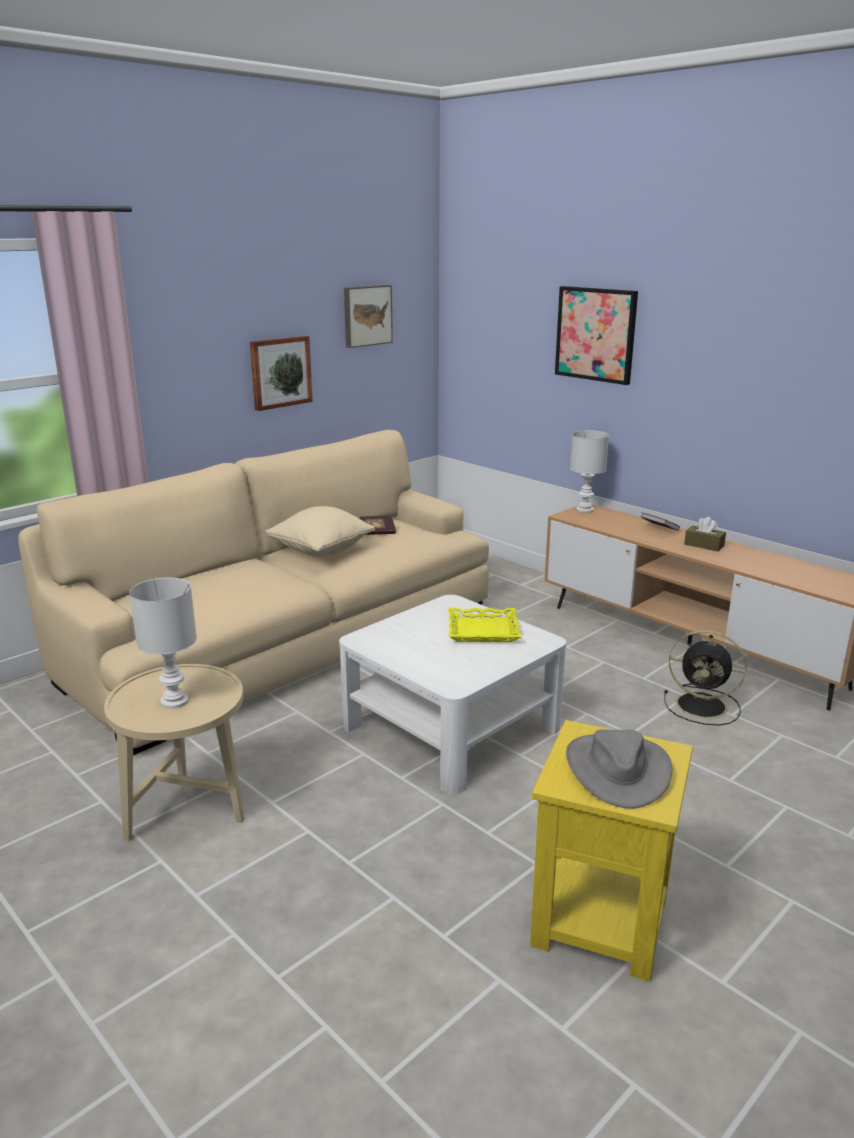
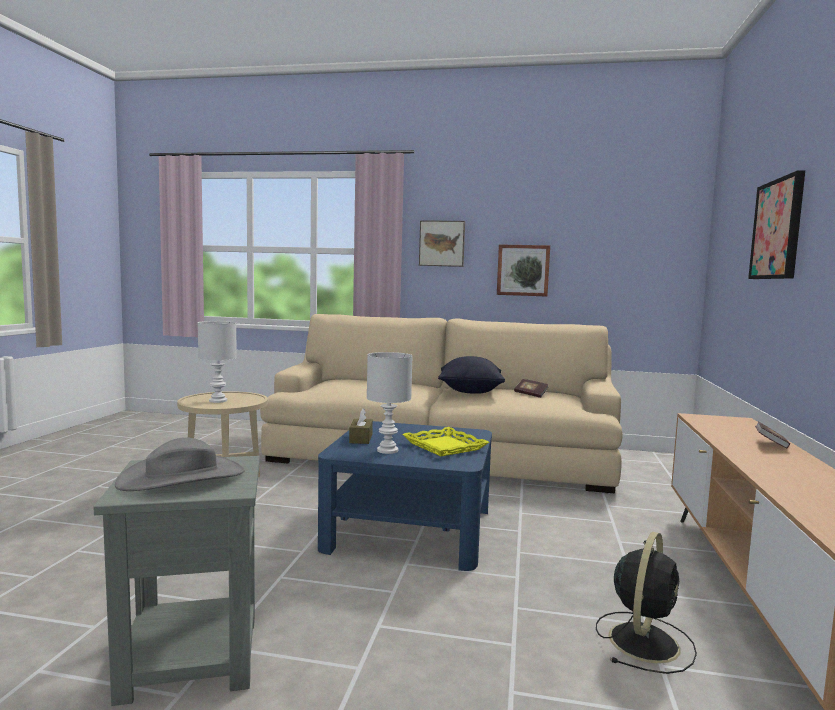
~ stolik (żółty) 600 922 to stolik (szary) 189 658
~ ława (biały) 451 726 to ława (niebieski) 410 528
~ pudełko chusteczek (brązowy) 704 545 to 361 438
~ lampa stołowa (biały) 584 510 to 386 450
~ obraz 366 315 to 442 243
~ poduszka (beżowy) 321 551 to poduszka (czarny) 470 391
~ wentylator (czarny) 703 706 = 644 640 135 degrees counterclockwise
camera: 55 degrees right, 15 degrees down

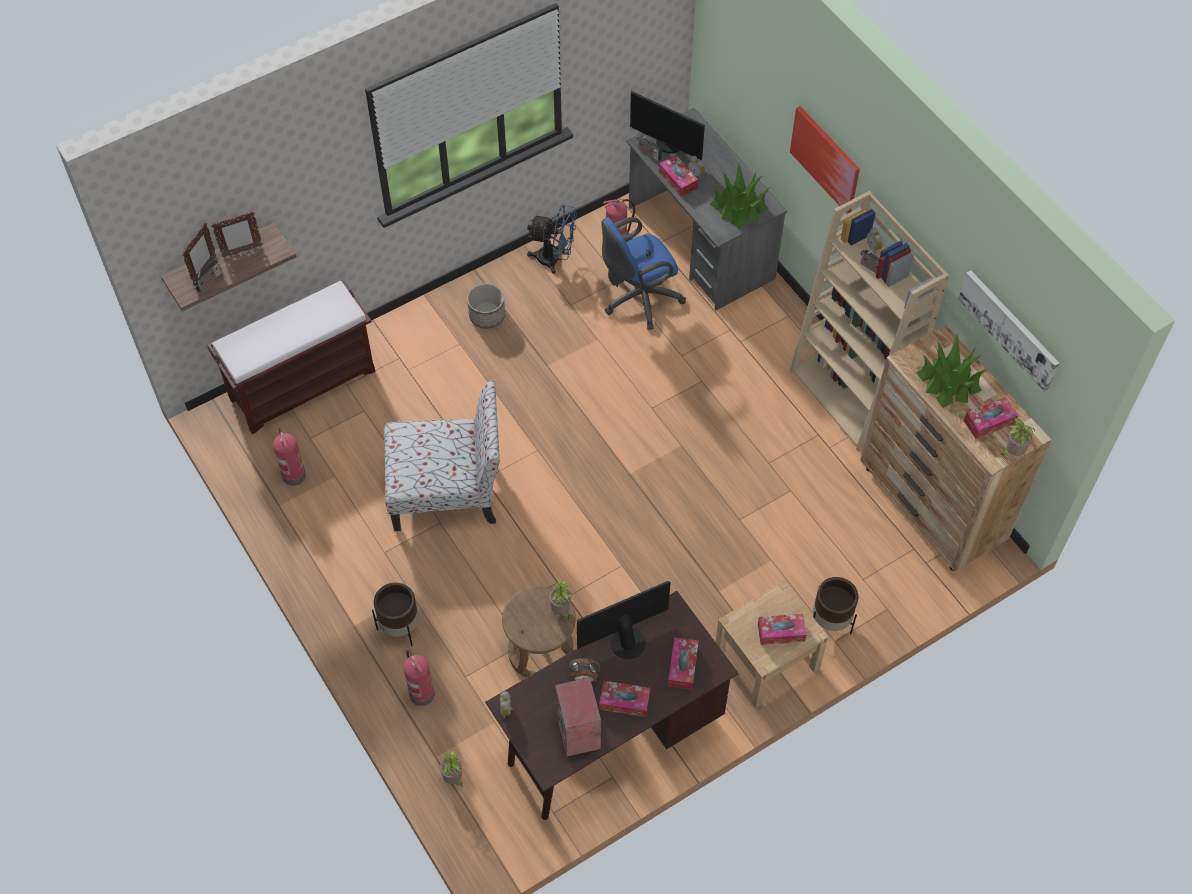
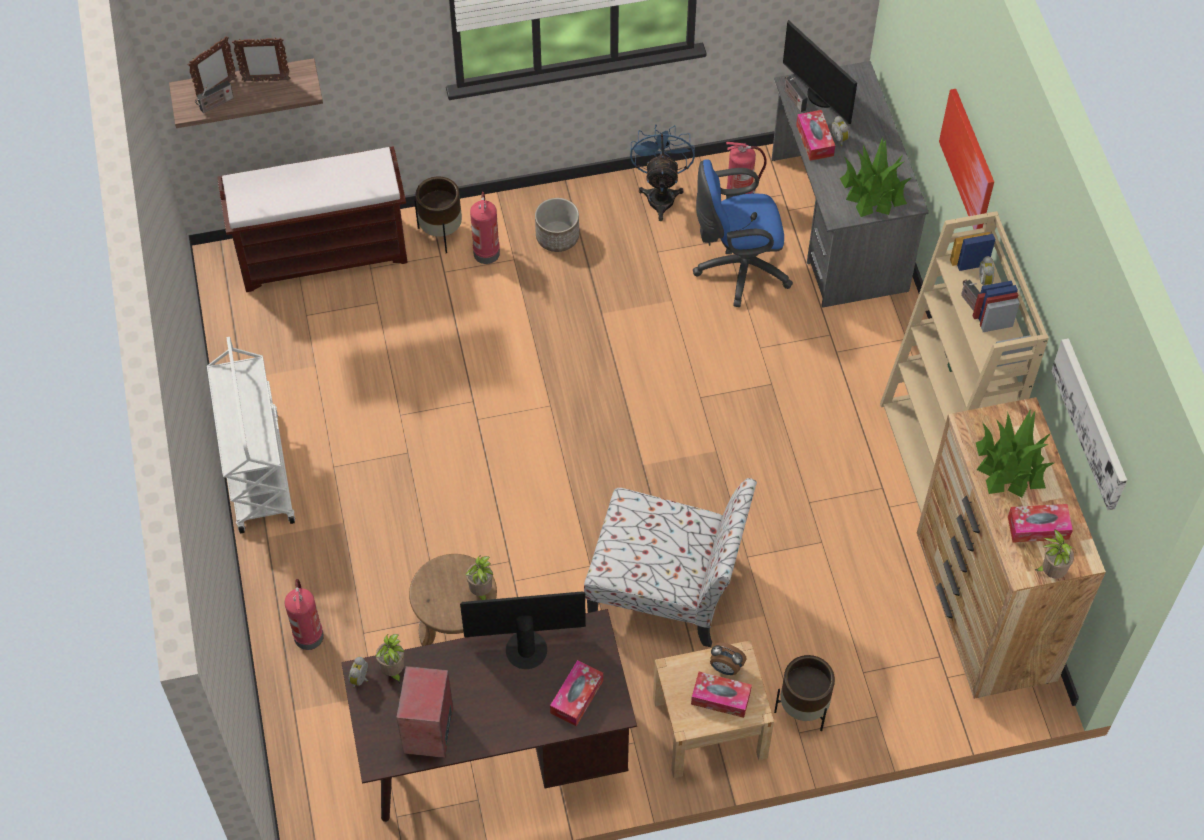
+ wózek (biały) 257 471
~ roślina doniczkowa 453 779 to 393 671
~ donica (brązowy) 400 627 to 441 233
~ gaśnica 293 474 to 486 252
~ krzesło 447 490 to 667 588
~ wentylator (niebieski) 554 259 = 661 194 120 degrees counterclockwise
~ budzik 584 678 to 725 668
- pudełko chusteczek 624 702
camera: 20 degrees right, 0 degrees up

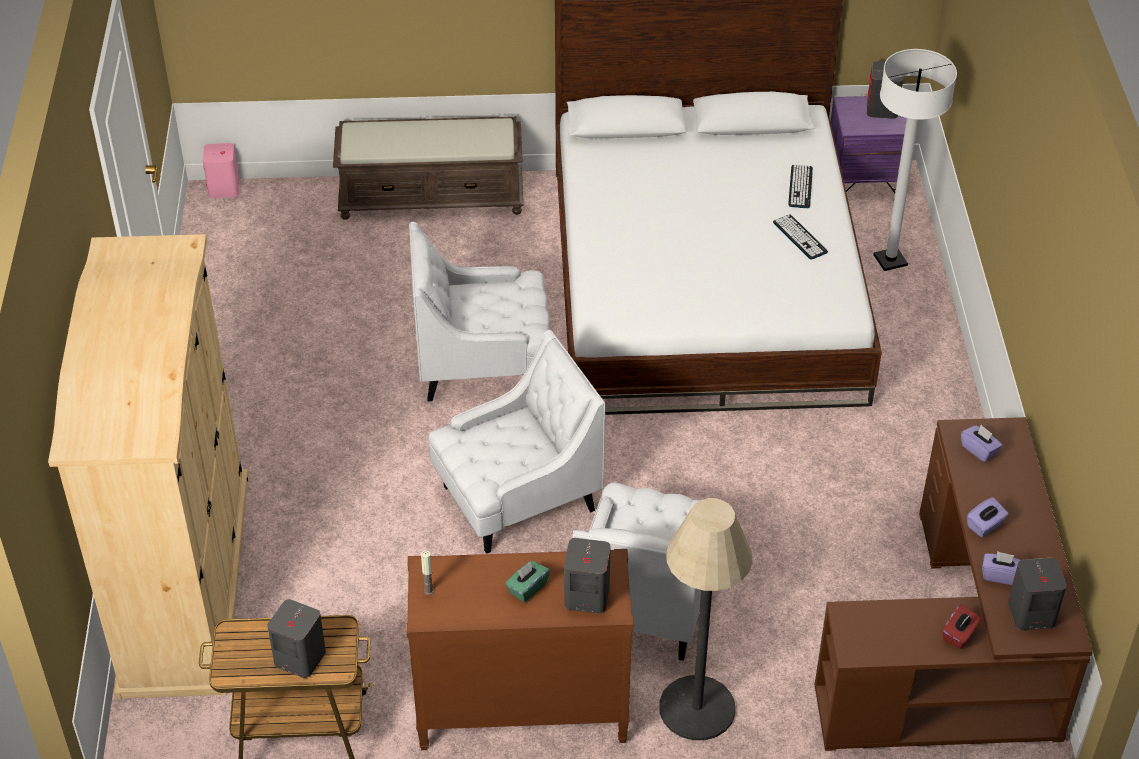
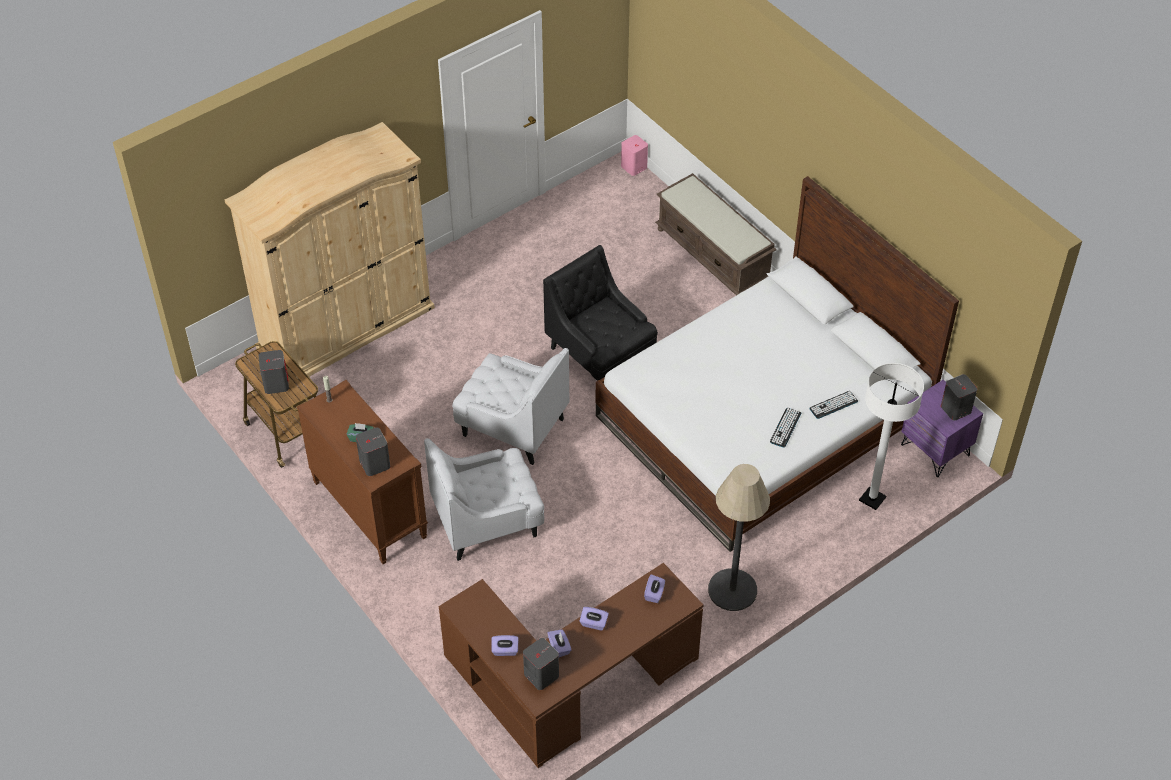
~ pudełko chusteczek (czerwony) 959 635 to pudełko chusteczek (fioletowy) 505 650
~ fotel (biały) 483 364 to fotel (czarny) 600 355
~ lampa stojąca 697 708 to 732 590
camera: 55 degrees right, 5 degrees up

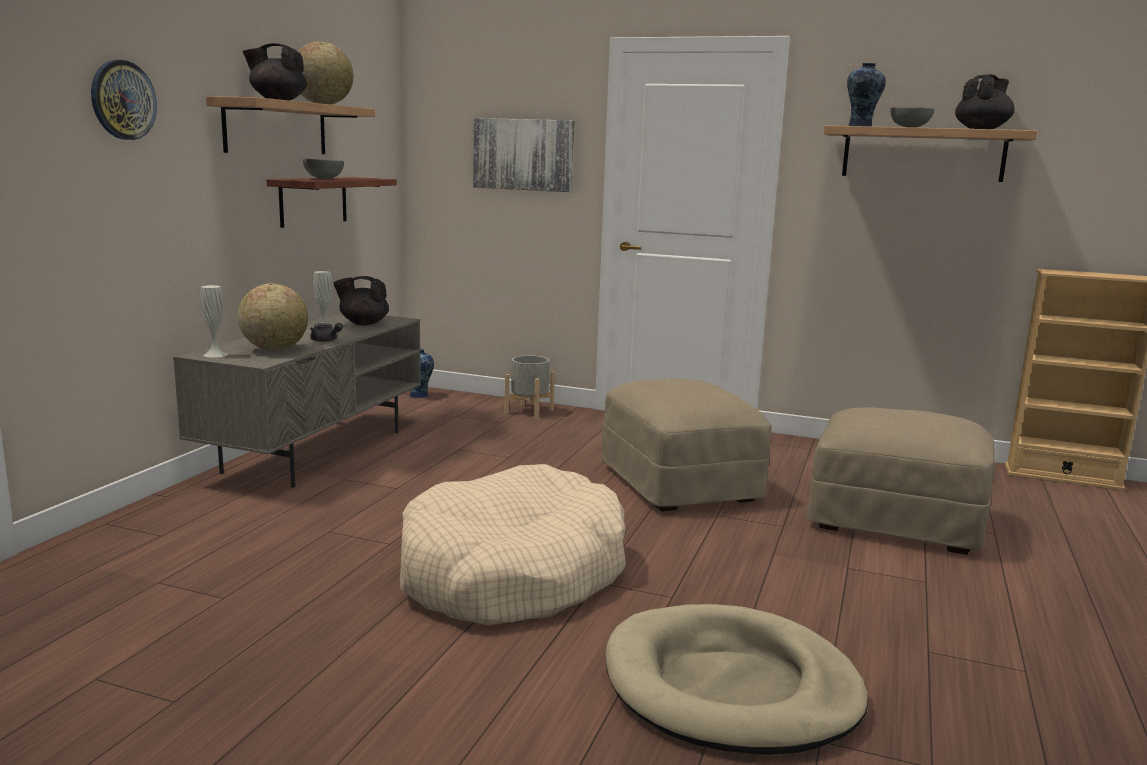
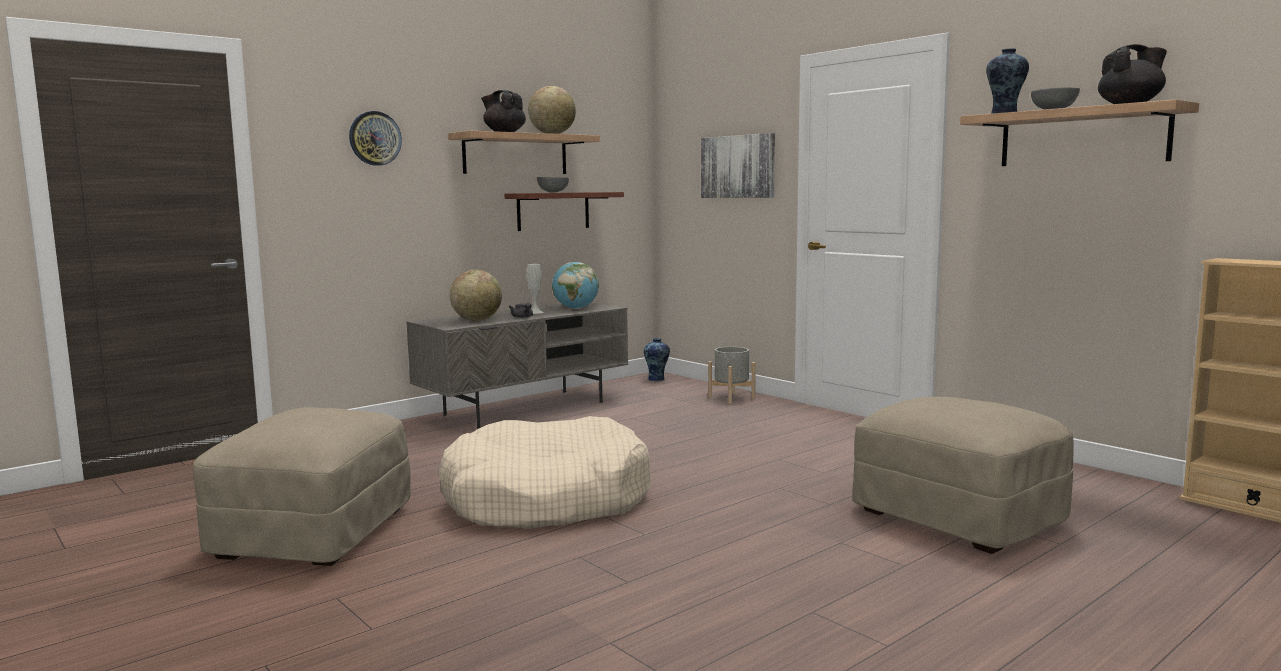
~ pufa (beżowy) 678 483 to 313 532
~ imbryk (czarny) 363 323 to globus 576 308
- wazon (biały) 215 354
- legowisko (beżowy) 731 687
camera: 30 degrees right, 5 degrees down

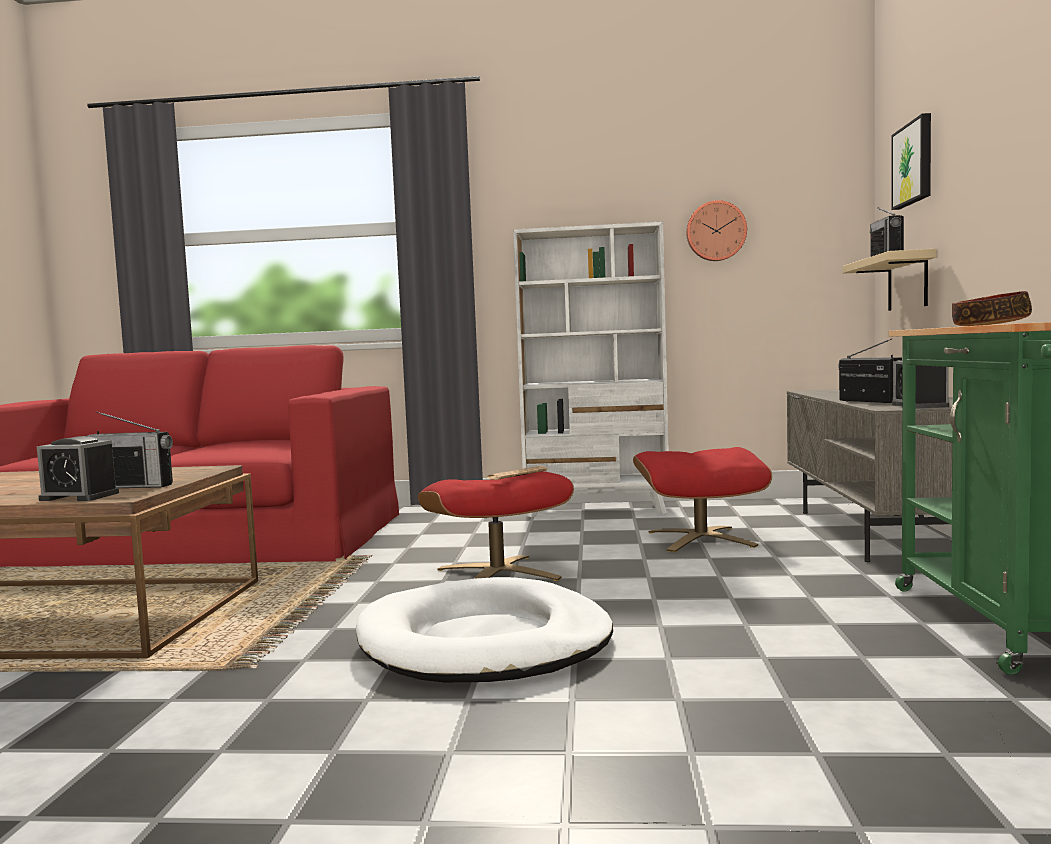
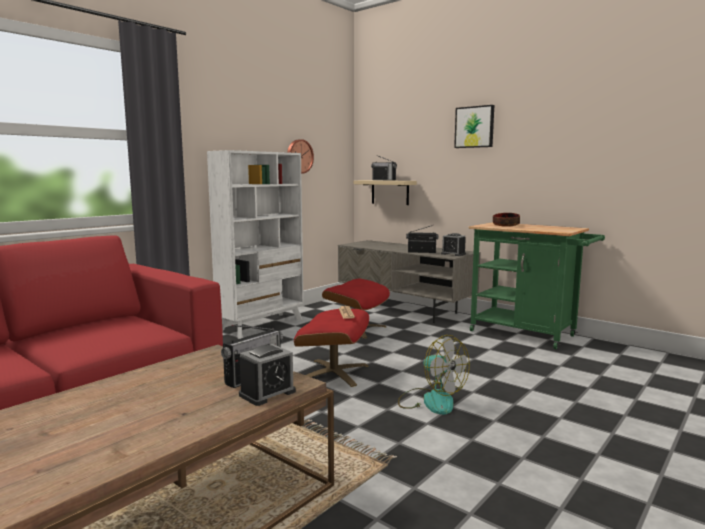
~ legowisko (biały) 485 642 to wentylator 431 400
~ obraz 914 163 to 474 127
camera: 55 degrees left, 5 degrees up

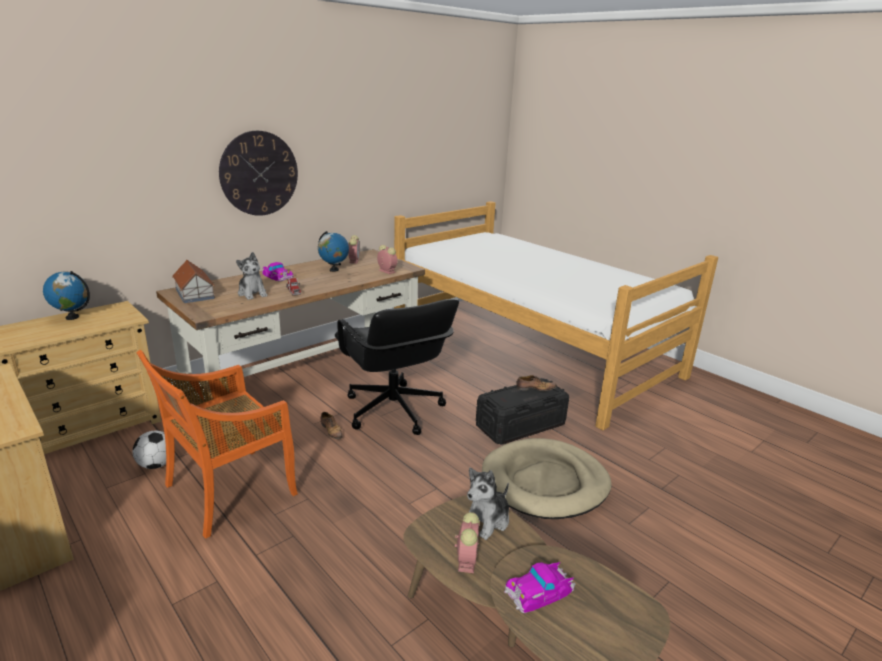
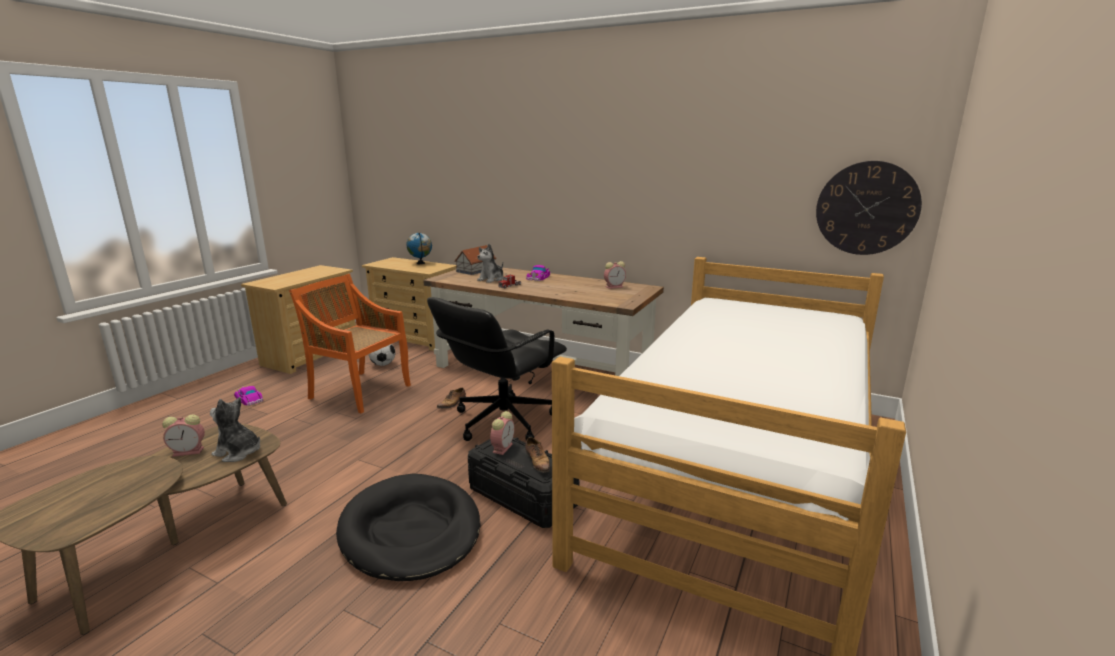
~ samochodzik 539 590 to 249 399
~ legowisko (beżowy) 545 482 to legowisko (czarny) 410 531
~ budzik 386 271 to 503 447
~ zegar ścienny 259 173 to 866 208
- globus 334 270
camera: 70 degrees right, 5 degrees down

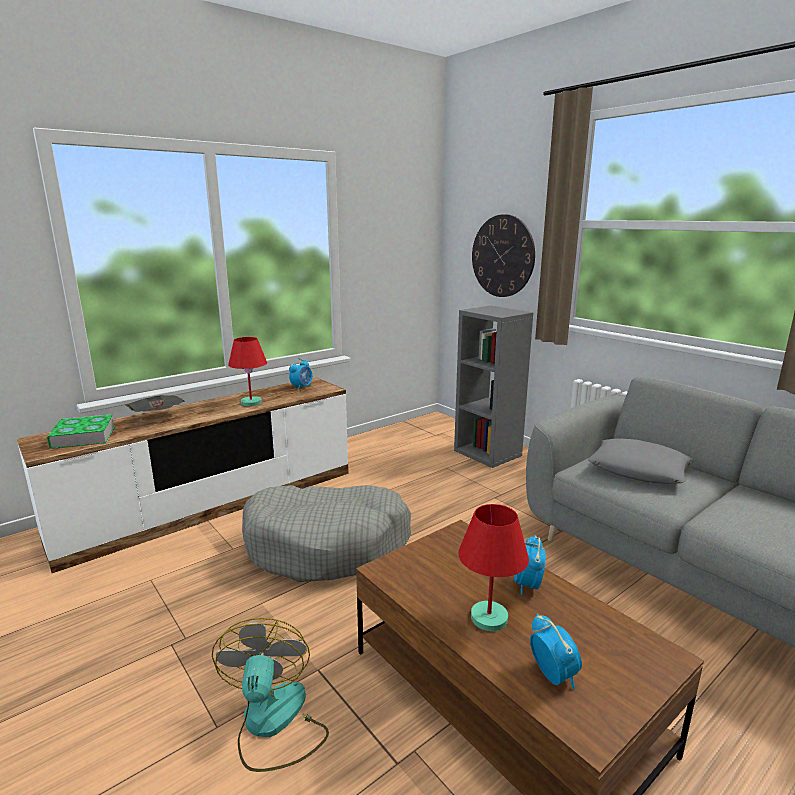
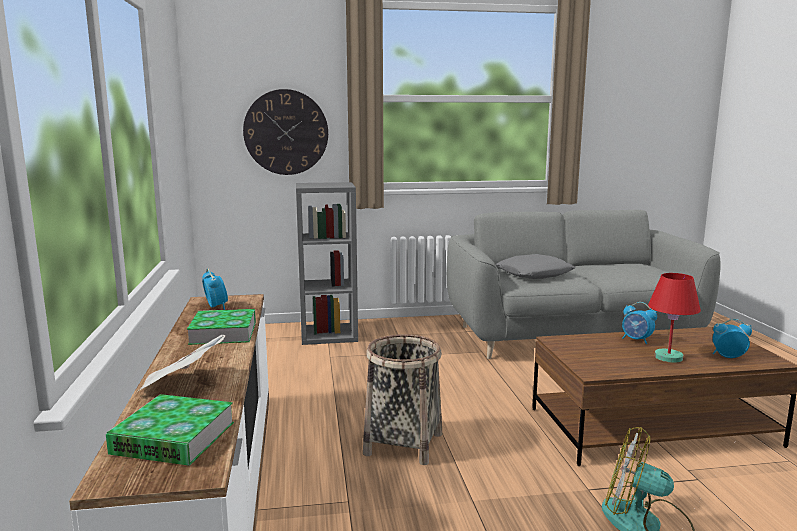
~ lampa stołowa (czerwony) 251 402 to książka 223 333
~ legowisko (szary) 327 545 to koszyk 403 444
camera: 60 degrees left, 5 degrees down

